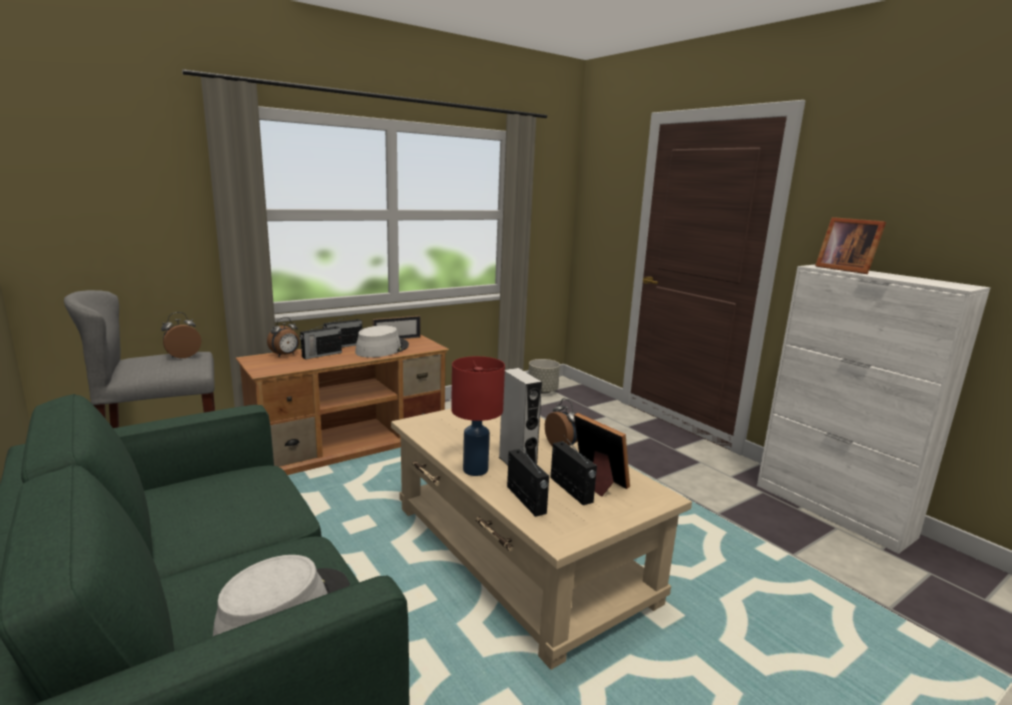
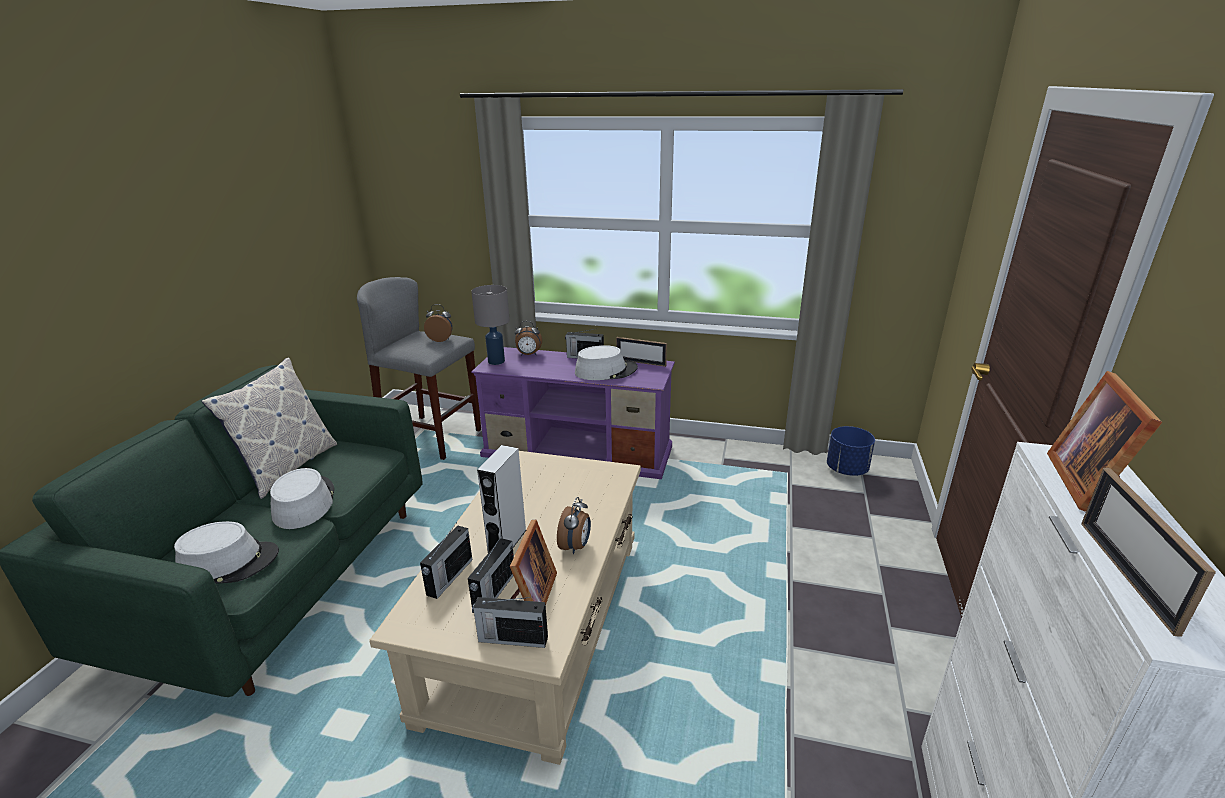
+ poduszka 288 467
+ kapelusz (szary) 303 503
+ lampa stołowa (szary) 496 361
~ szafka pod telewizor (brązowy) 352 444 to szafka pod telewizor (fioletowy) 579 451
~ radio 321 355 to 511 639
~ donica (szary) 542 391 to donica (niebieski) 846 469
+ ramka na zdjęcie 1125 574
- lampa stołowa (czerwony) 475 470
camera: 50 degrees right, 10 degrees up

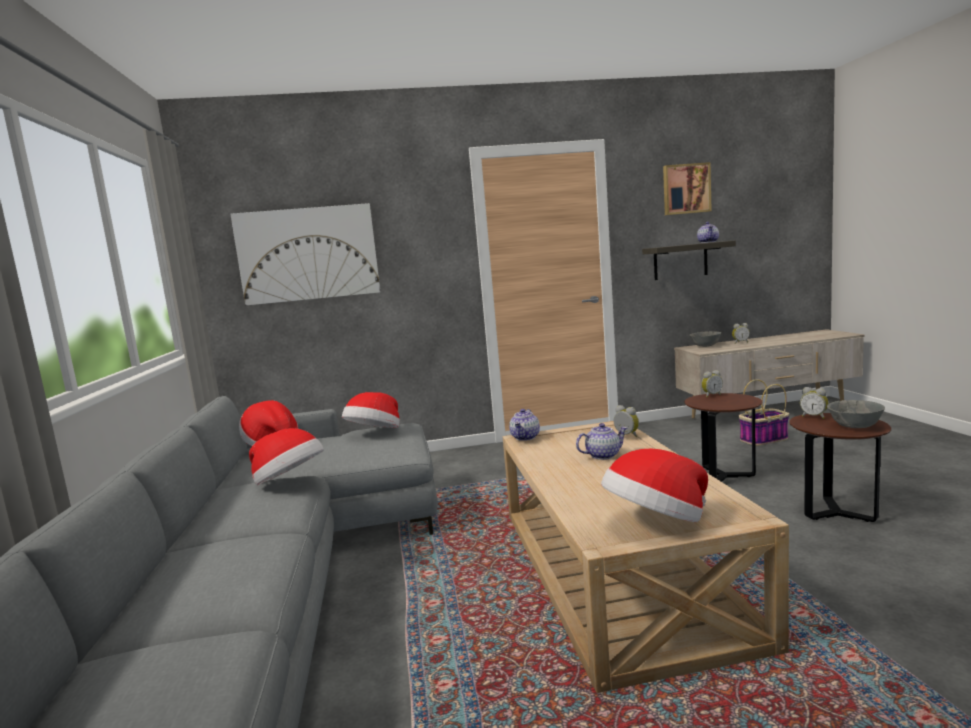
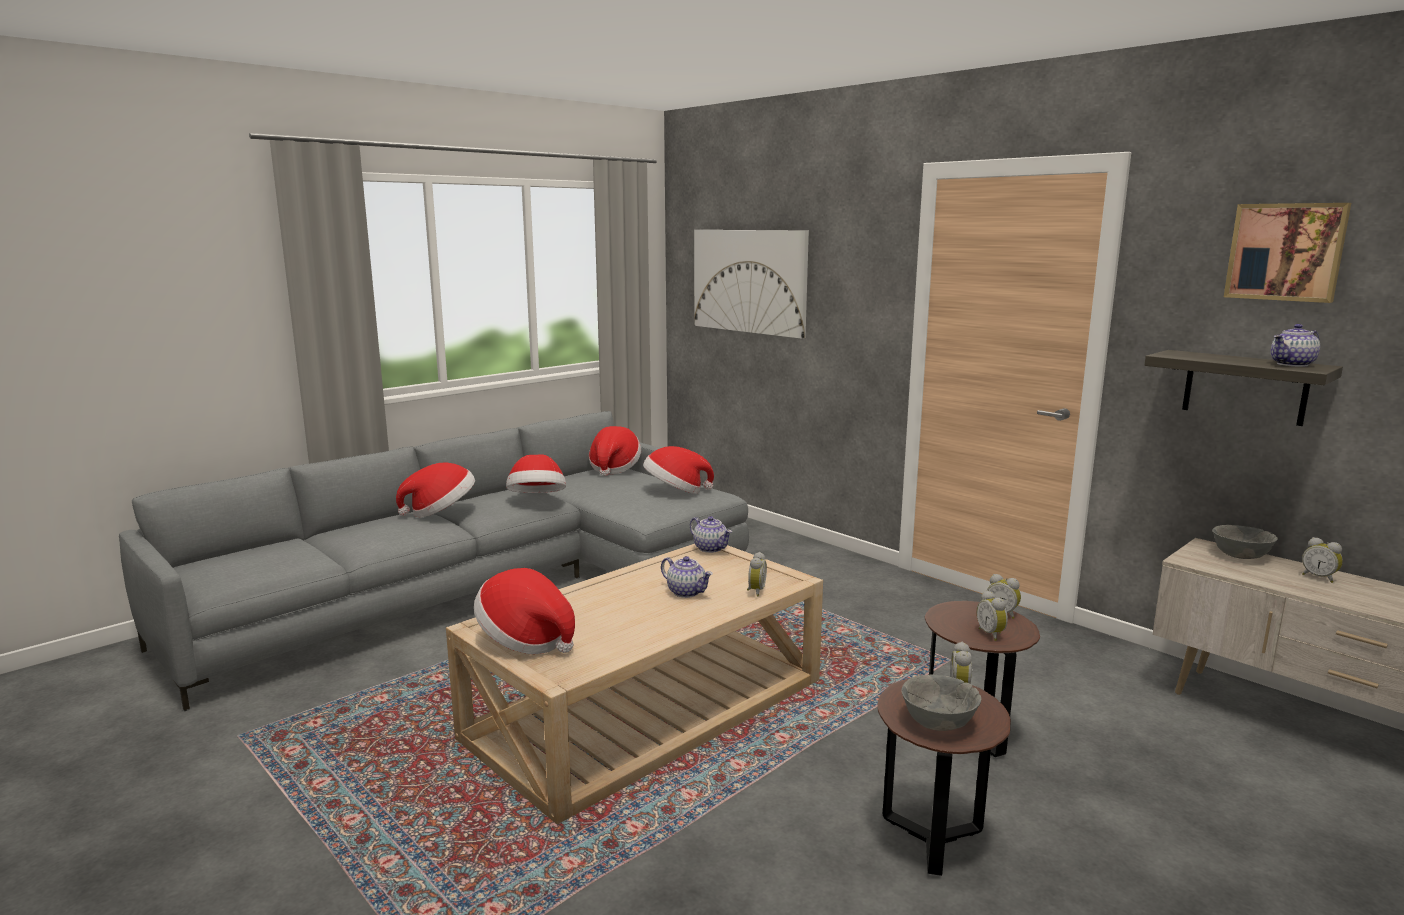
+ kapelusz 441 512
~ imbryk 525 437 = 711 548 120 degrees counterclockwise
+ budzik 992 634
- koszyk 763 439
camera: 55 degrees right, 5 degrees up

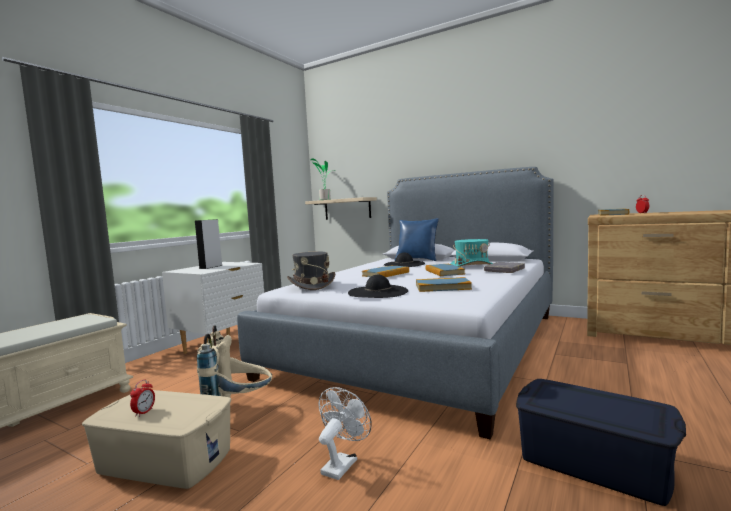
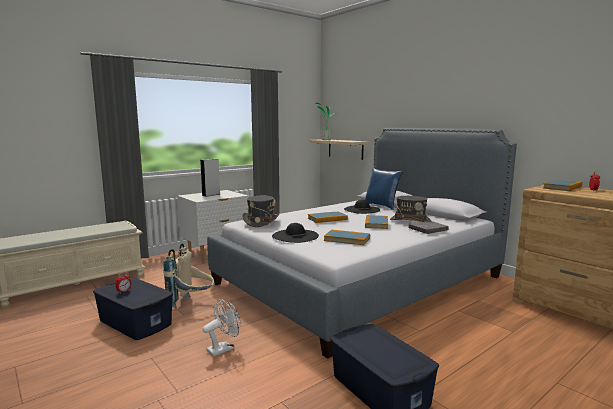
~ pojemnik do przechowywania (beżowy) 166 460 to pojemnik do przechowywania (niebieski) 135 322
~ kapelusz (turkusowy) 472 266 to kapelusz (szary) 410 221
camera: 20 degrees right, 5 degrees up

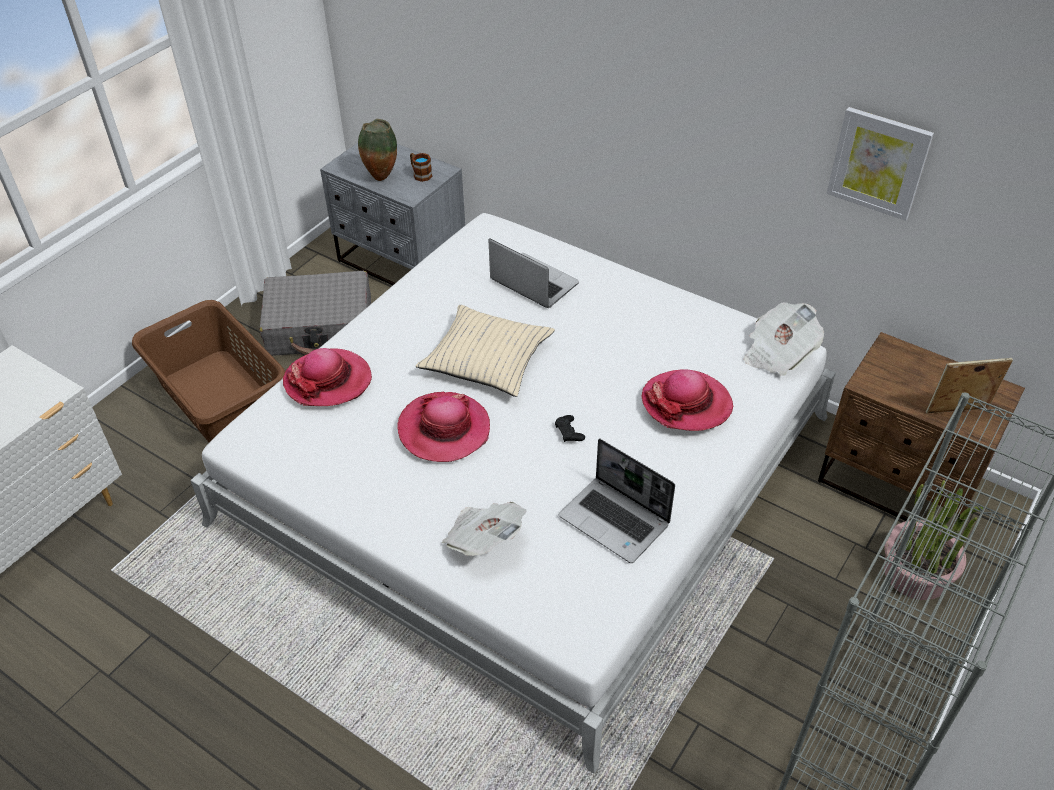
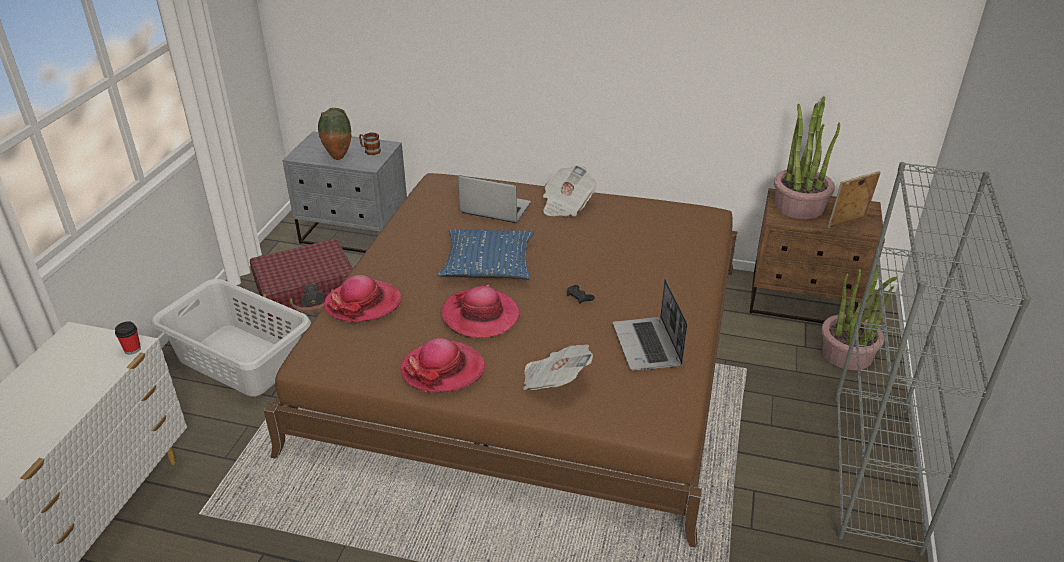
+ filiżanka 132 349
~ kosz na pranie (brązowy) 221 396 to kosz na pranie (szary) 241 359
~ walizka (szary) 321 327 to walizka (czerwony) 307 292
~ łóżko (biały) 527 469 to łóżko (brązowy) 531 353
~ kapelusz 686 403 to 443 370
~ poduszka (beżowy) 487 359 to poduszka (niebieski) 488 263
~ gazeta 778 353 to 566 205
~ laptop 615 521 = 648 346 60 degrees clockwise
+ roślina doniczkowa 799 206
- obraz 879 163
camera: 20 degrees left, 10 degrees down

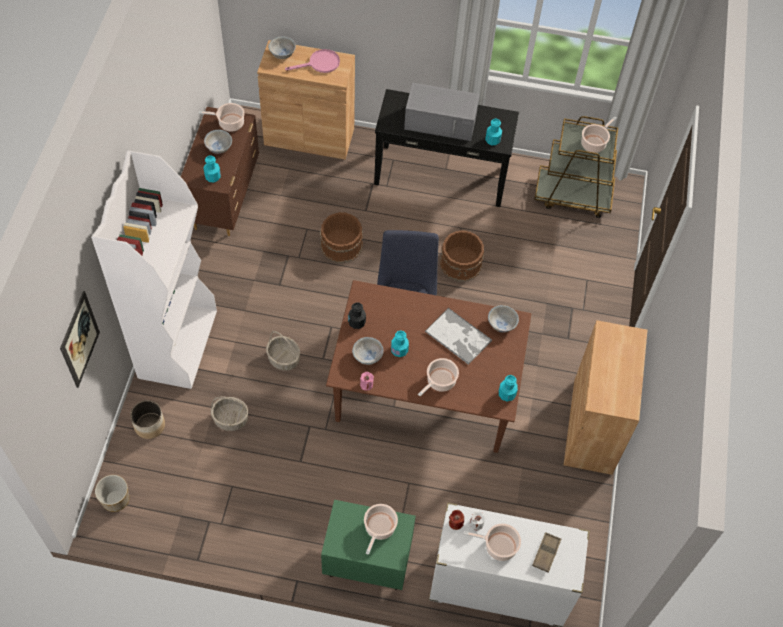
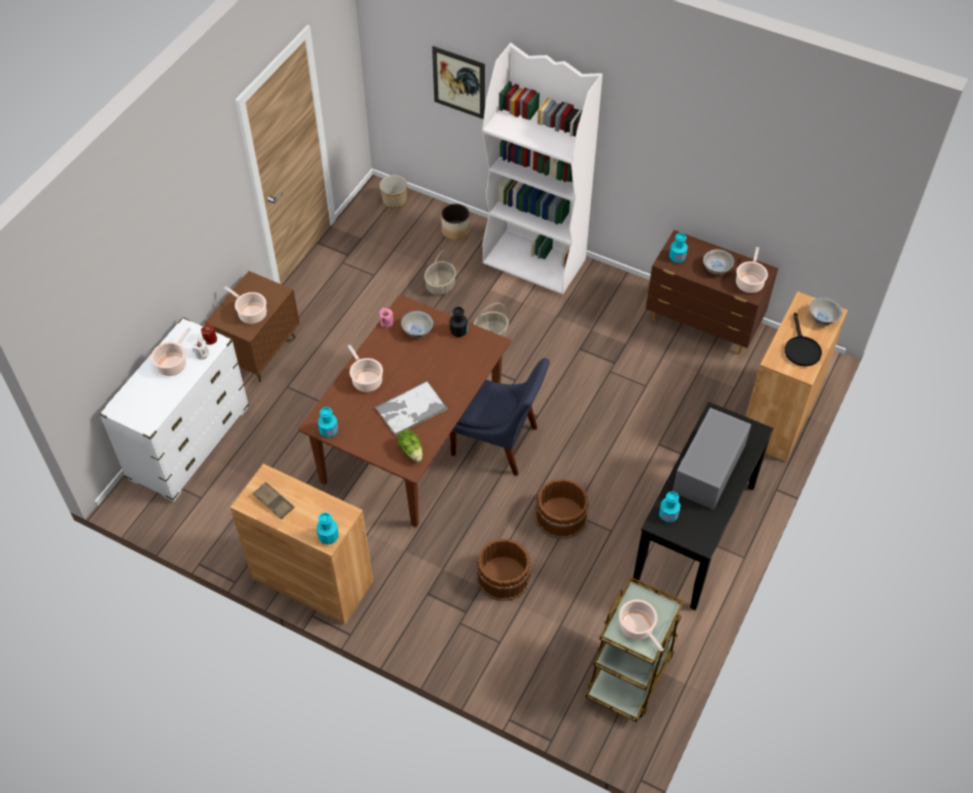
~ szafka nocna (zielony) 367 562 to szafka nocna (brązowy) 260 352
~ taca (brązowy) 546 553 to 274 502
~ butelka (turkusowy) 399 350 to 328 536
~ miska (biały) 501 324 to sałata 411 451
~ wiadro (brązowy) 341 245 to 503 576
~ patelnia (różowy) 320 64 to patelnia (czarny) 801 348
camera: 110 degrees right, 5 degrees down

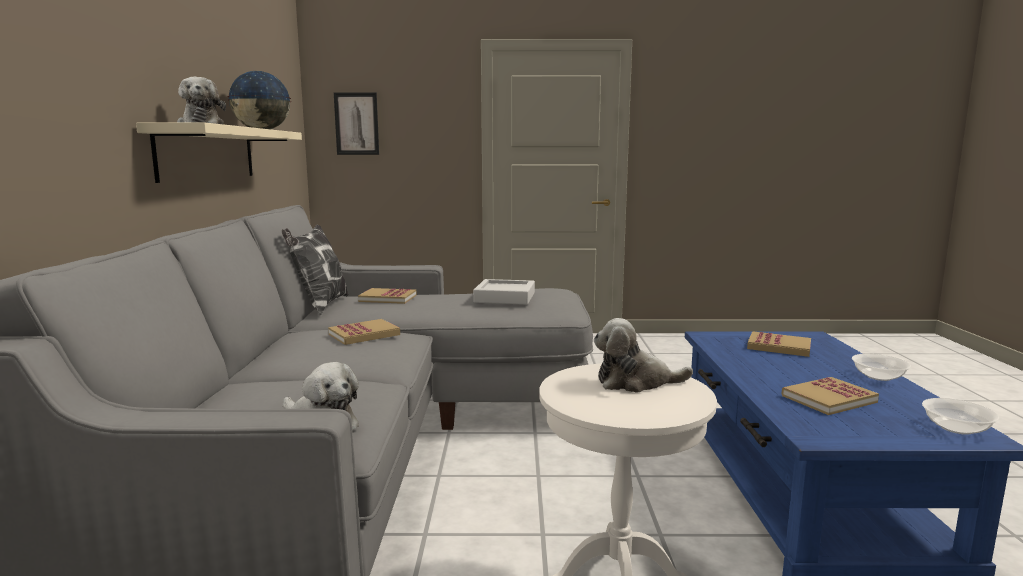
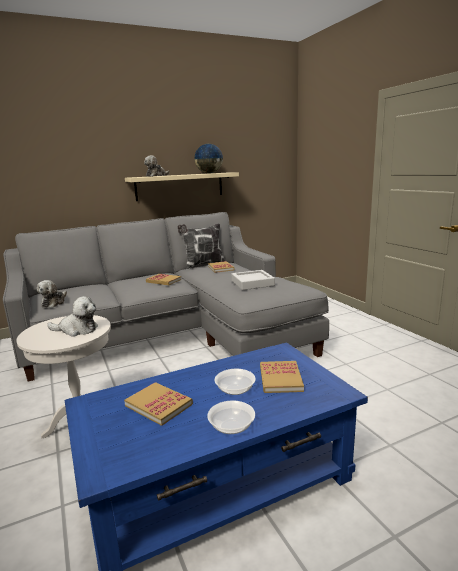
~ pluszak 635 382 = 77 330 120 degrees clockwise
~ miska 957 428 to 235 390
- obraz 356 123
camera: 65 degrees right, 5 degrees up

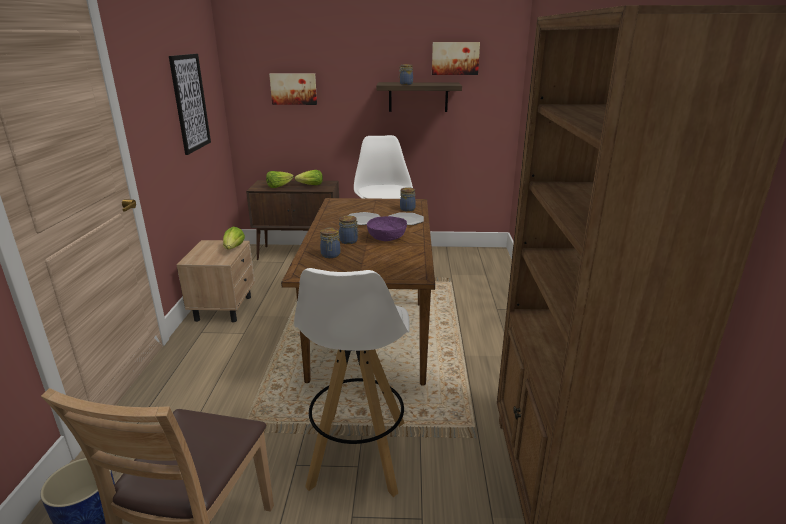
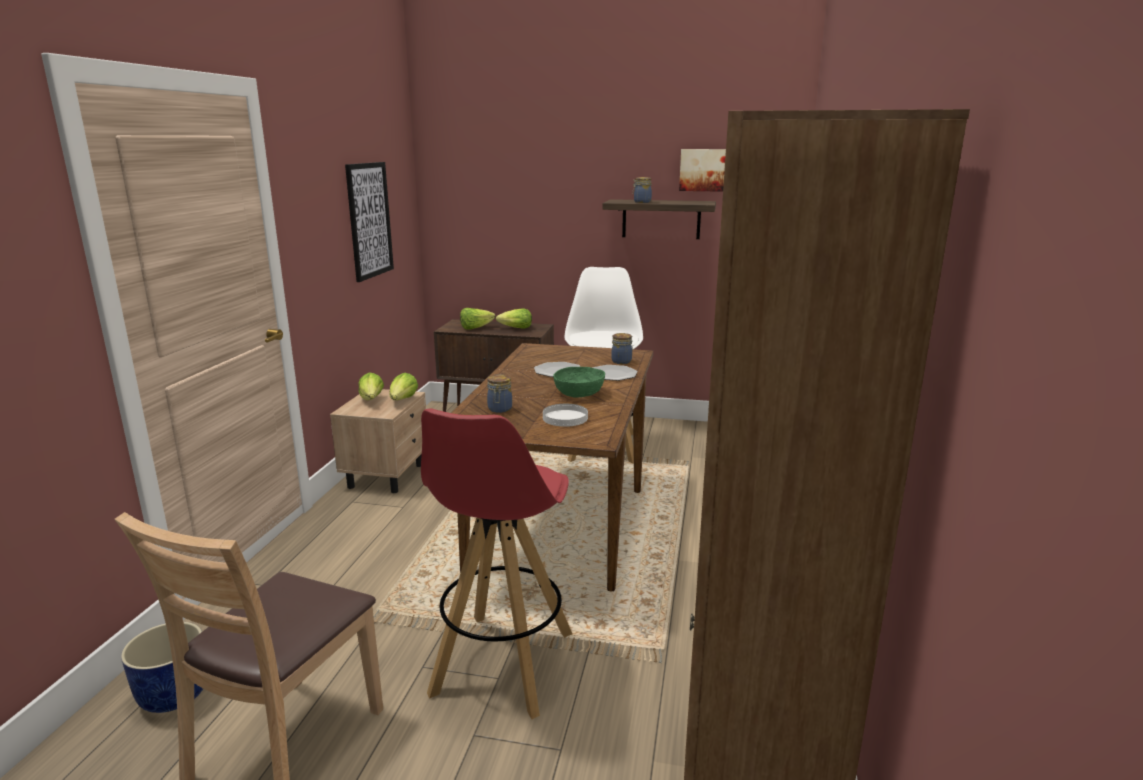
+ sałata 372 400
~ stołek (biały) 358 454 to stołek (czerwony) 502 664
+ talerz (biały) 564 418
~ miska (fioletowy) 387 238 to miska (zielony) 579 393
- obraz 293 89
- słoik 349 241
camera: 10 degrees right, 5 degrees down

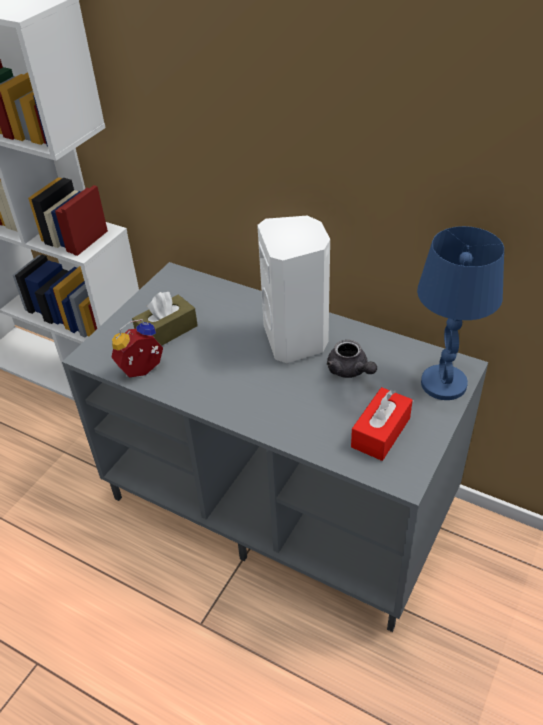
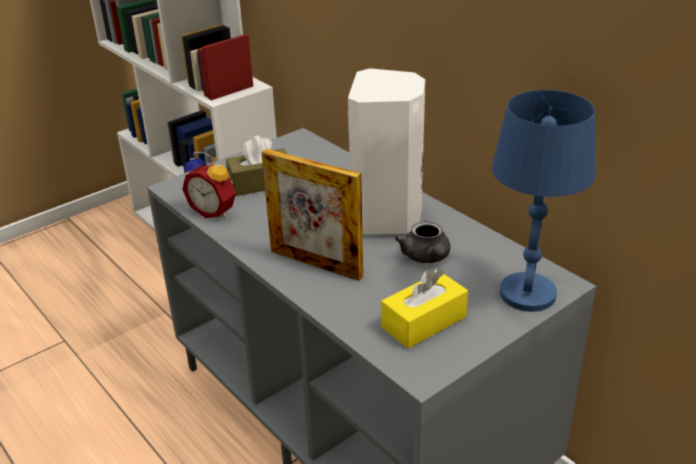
~ budzik 143 371 = 214 211 135 degrees counterclockwise
+ ramka na zdjęcie 316 263
~ pudełko chusteczek (czerwony) 380 432 to pudełko chusteczek (żółty) 424 322
camera: 20 degrees right, 10 degrees down

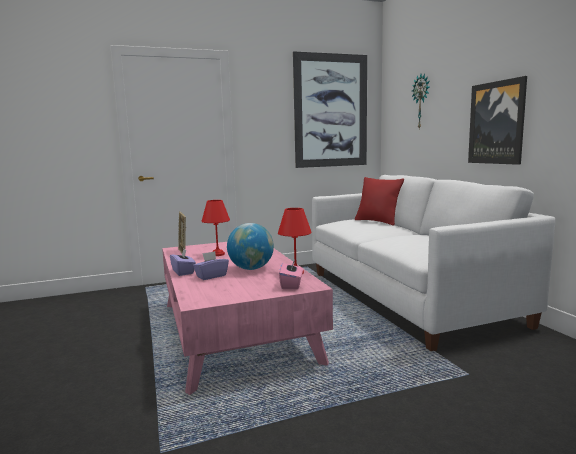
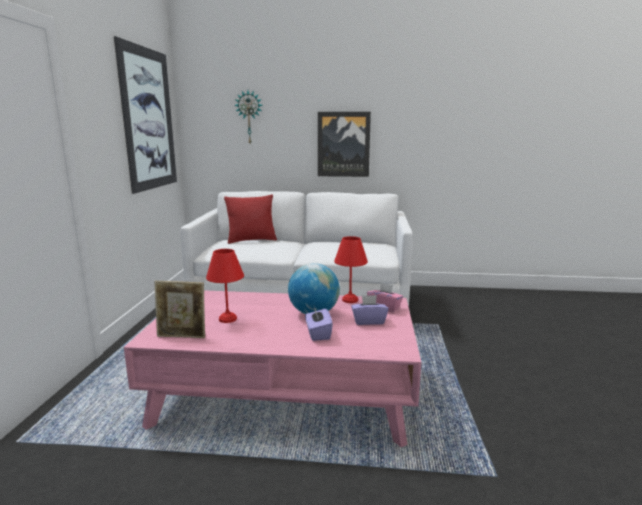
~ pudełko chusteczek (fioletowy) 183 272 to 368 321
camera: 65 degrees left, 5 degrees up

